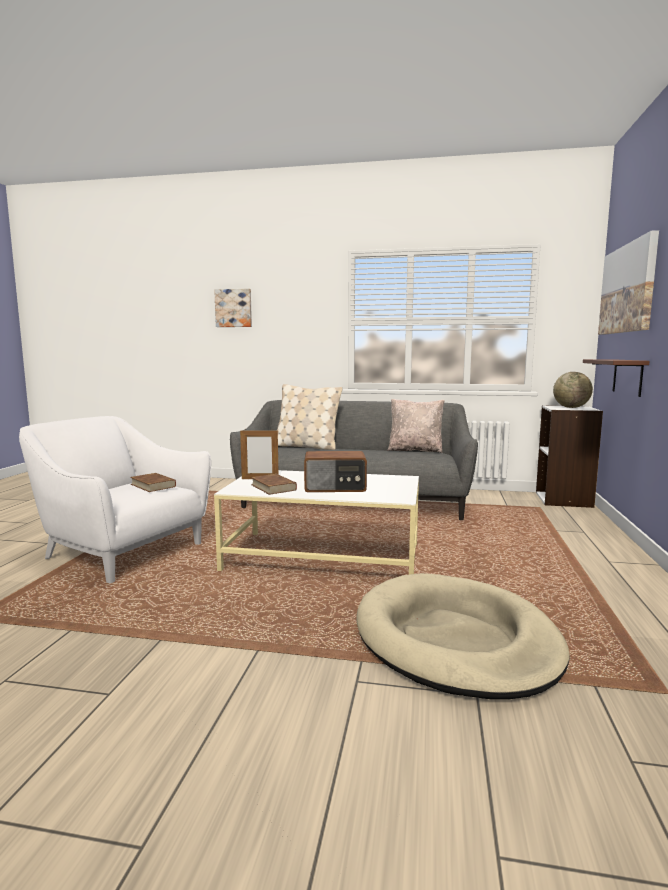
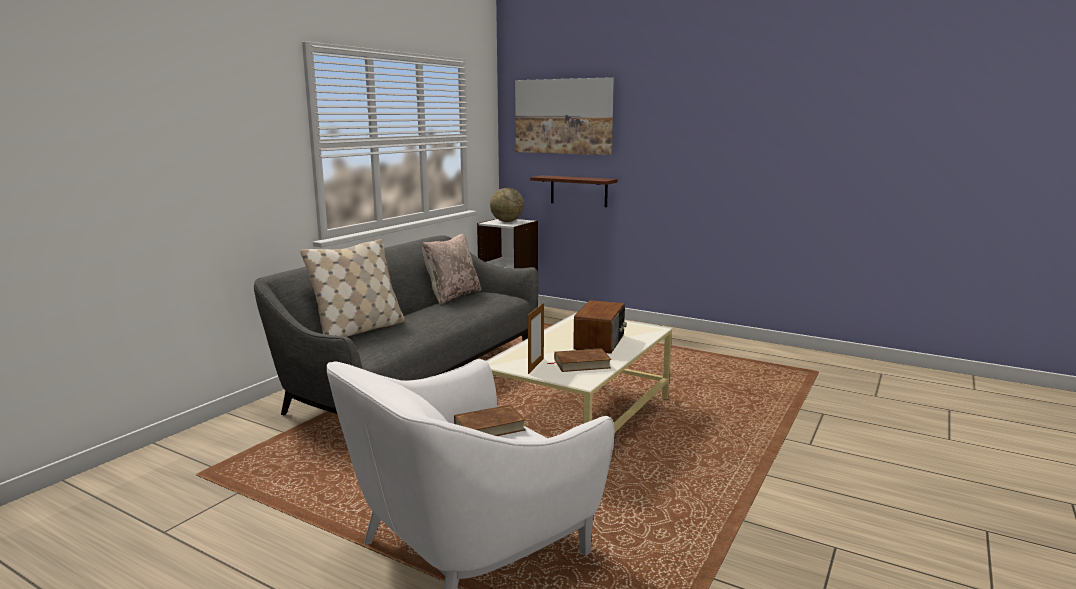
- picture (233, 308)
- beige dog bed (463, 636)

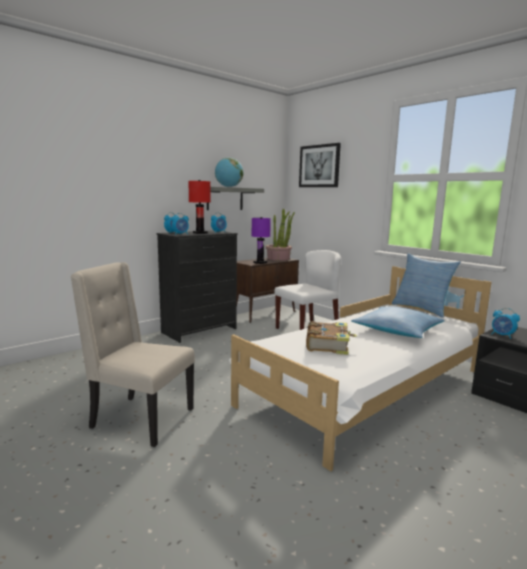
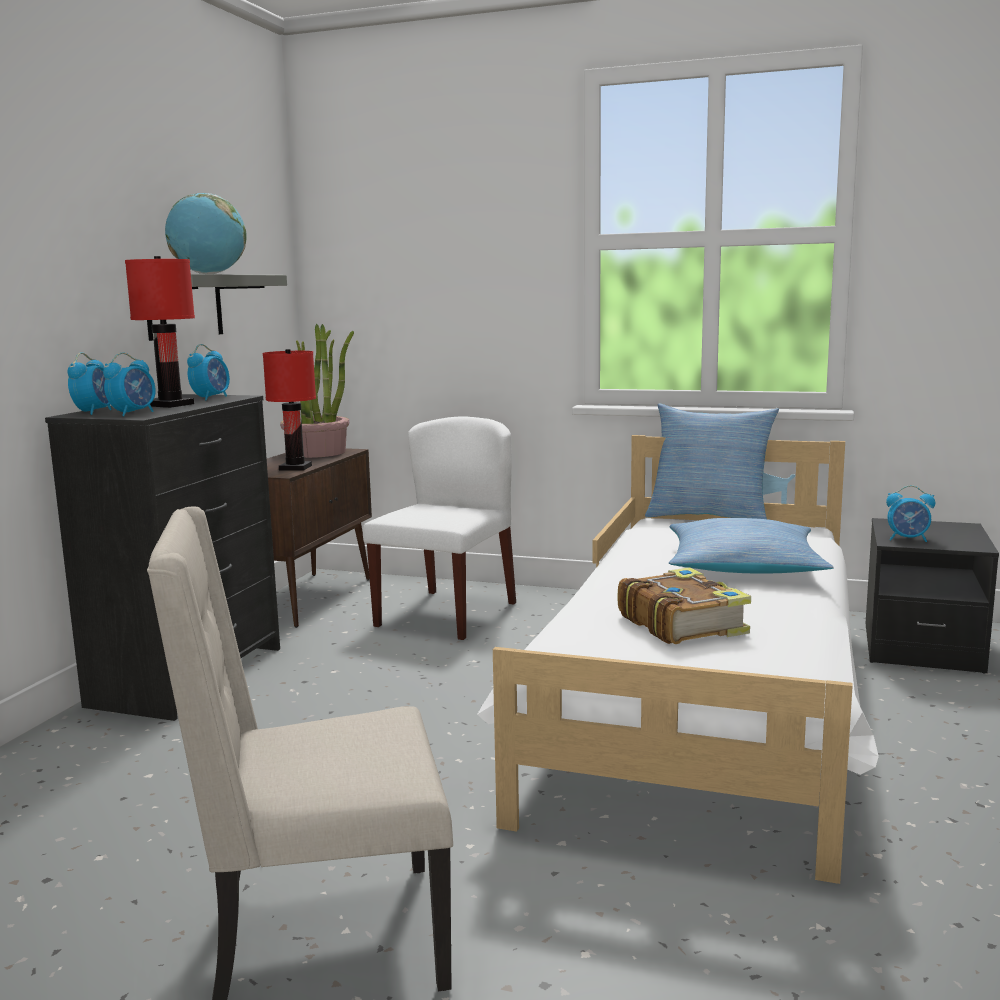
- picture (320, 165)
~ purple table lamp (261, 240) to red table lamp (289, 410)

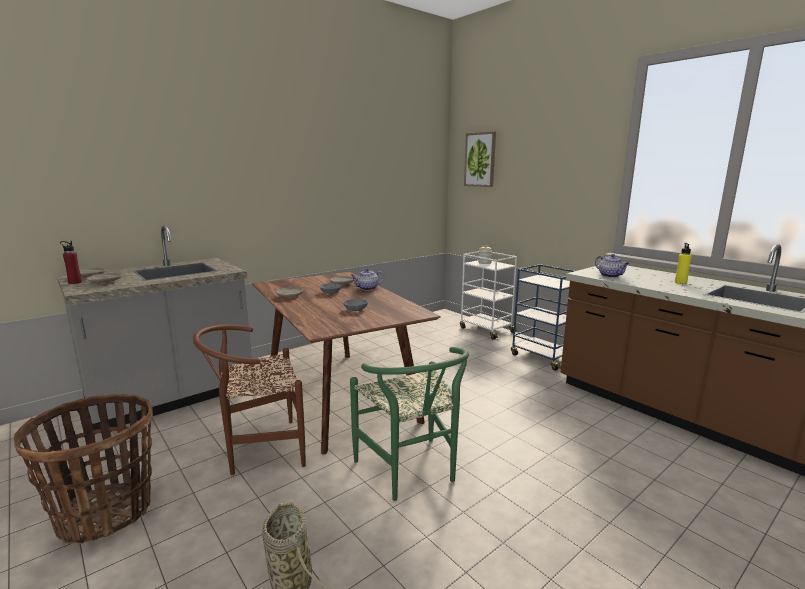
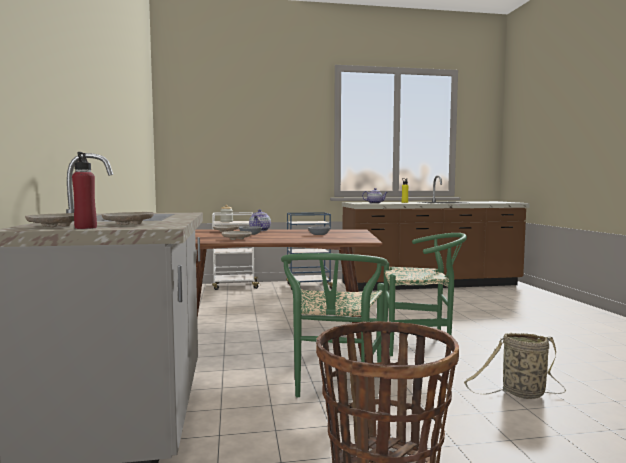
- picture (480, 159)
~ brown chair (249, 399) to green chair (334, 325)

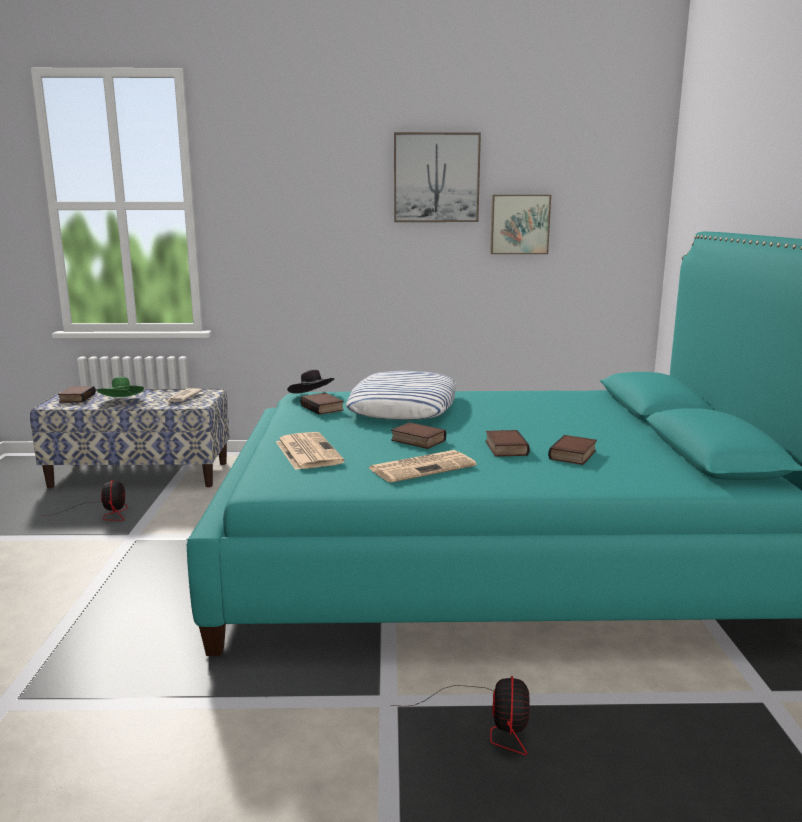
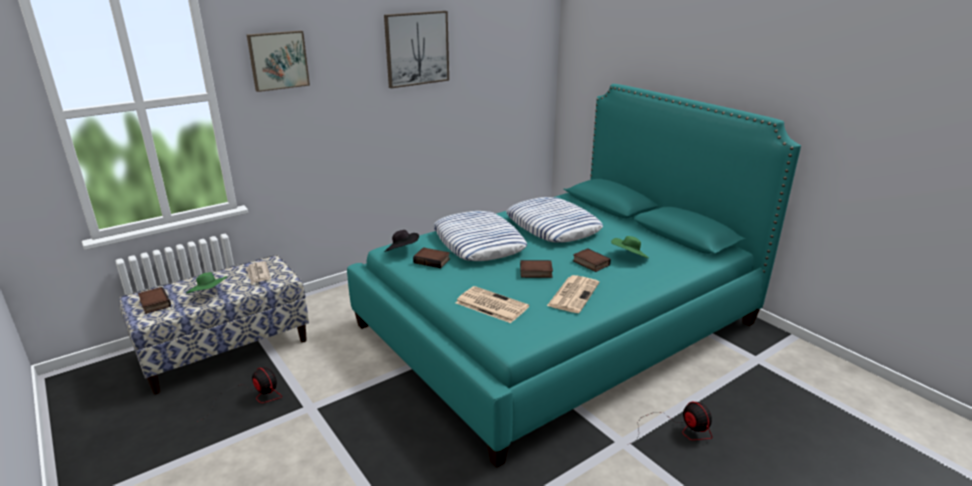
+ pillow (554, 220)
~ picture (520, 224) to (278, 61)
~ book (572, 450) to green hat (630, 247)

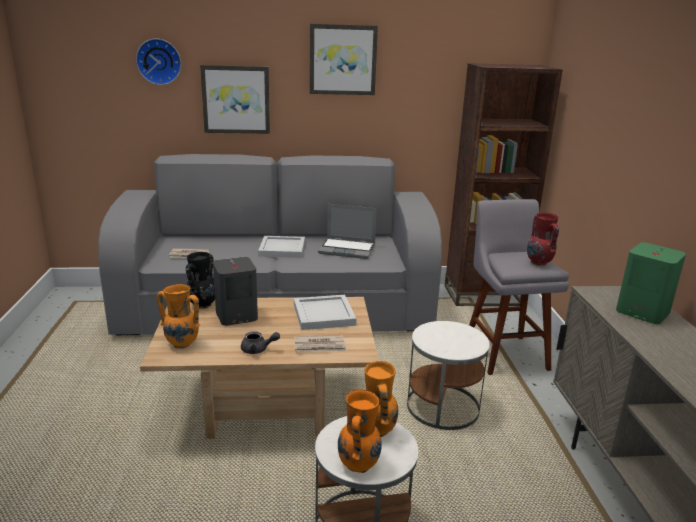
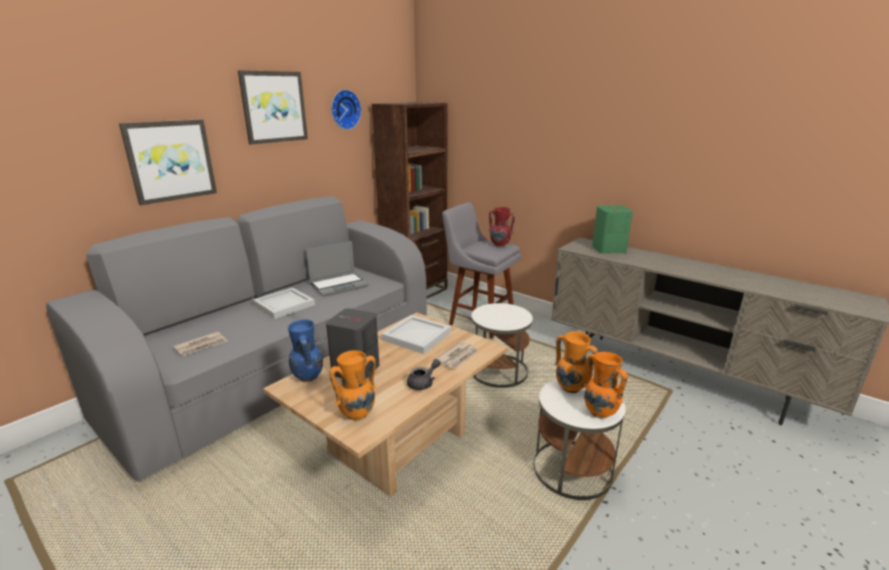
~ wall clock (158, 62) to (346, 109)
~ black vase (200, 280) to blue vase (305, 350)

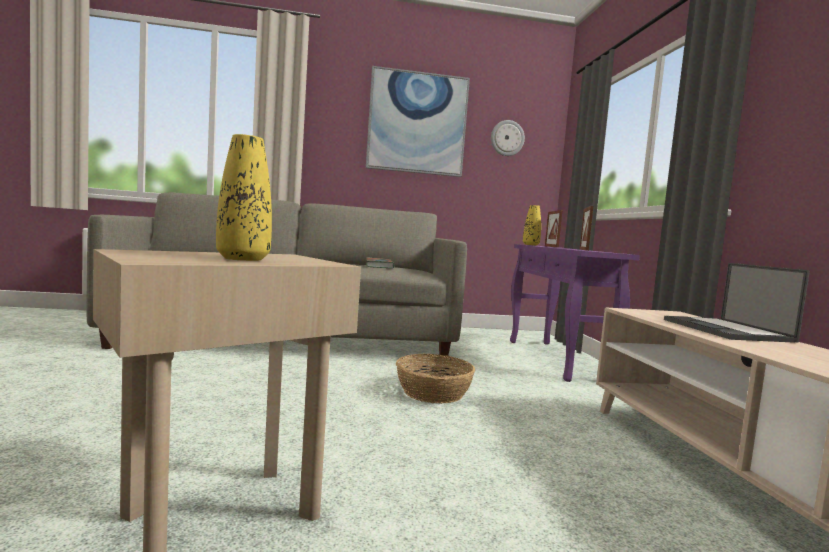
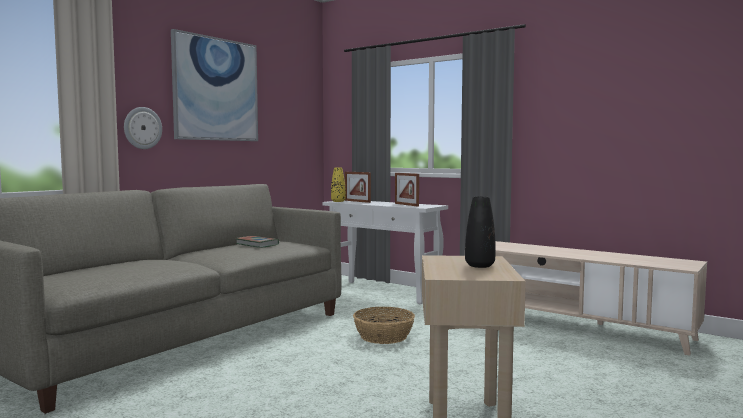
- laptop (737, 303)
~ wall clock (508, 138) to (143, 128)
~ yellow vase (244, 197) to black vase (480, 232)
~ purple console table (575, 313) to white console table (385, 252)

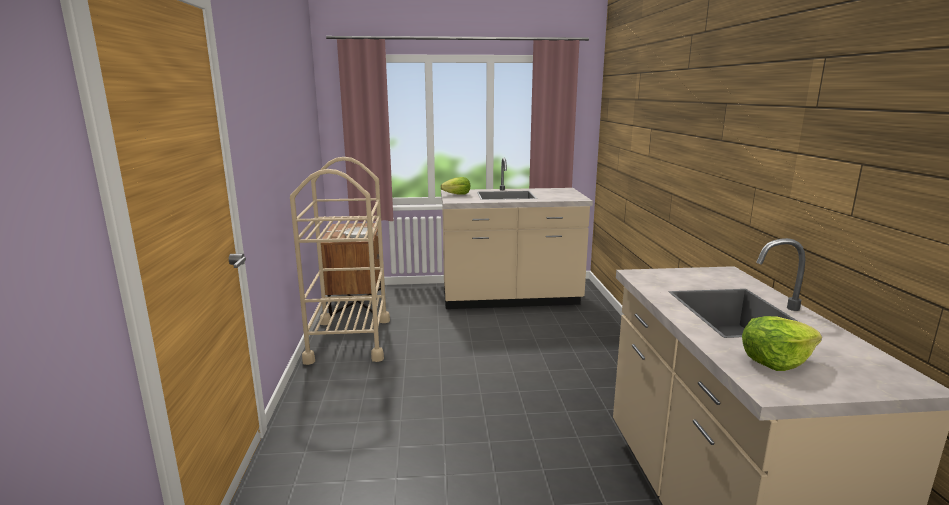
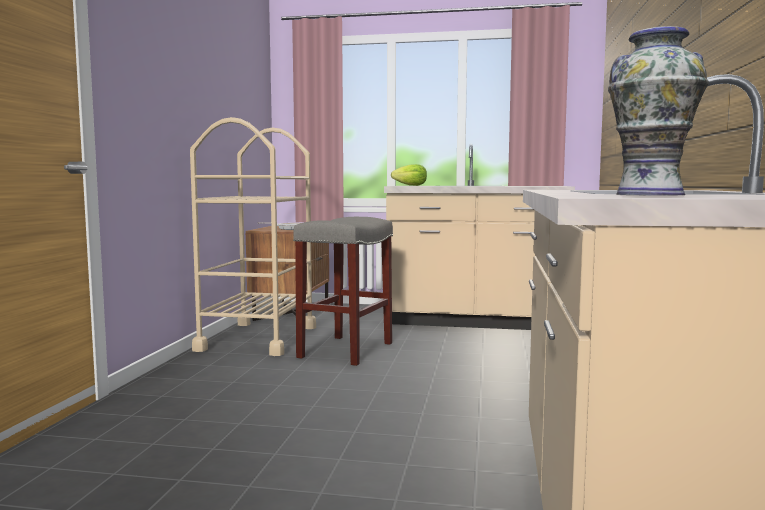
+ grey stool (343, 291)
~ lettuce (782, 343) to vase (658, 111)

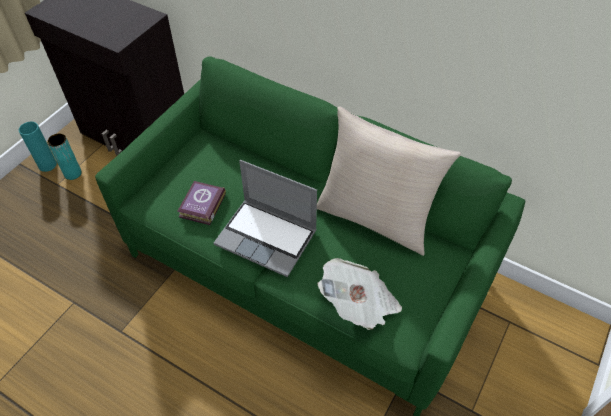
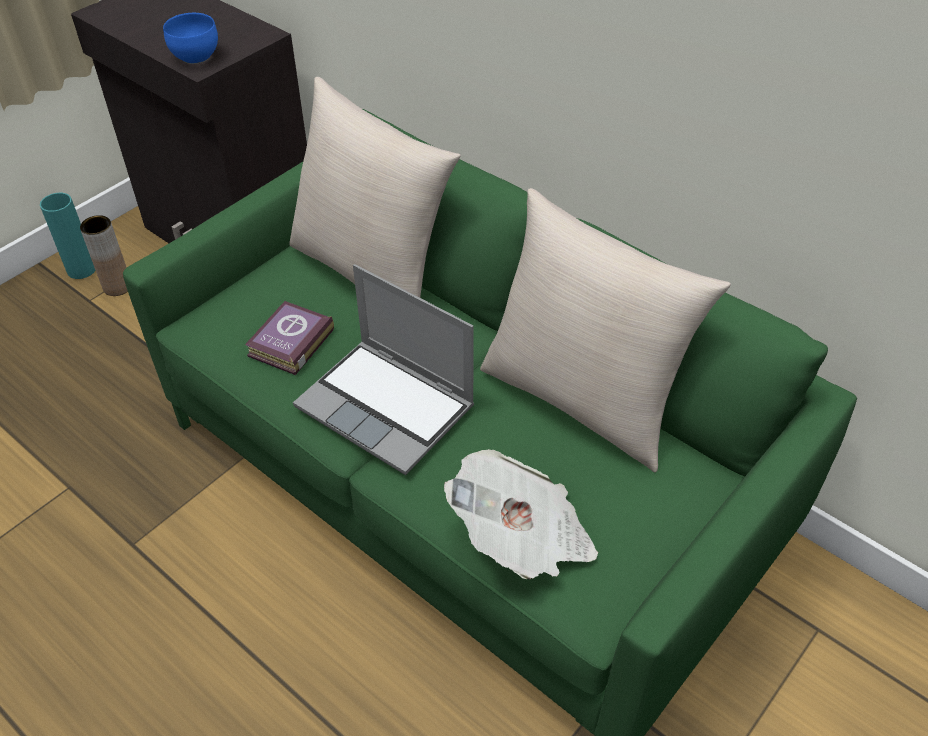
+ blue bowl (190, 38)
+ beige pillow (375, 187)
~ turquoise vase (64, 156) to brown vase (104, 255)

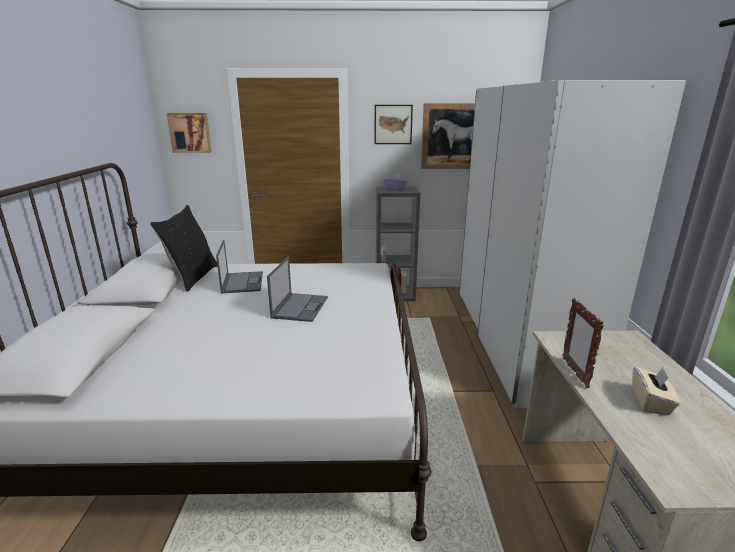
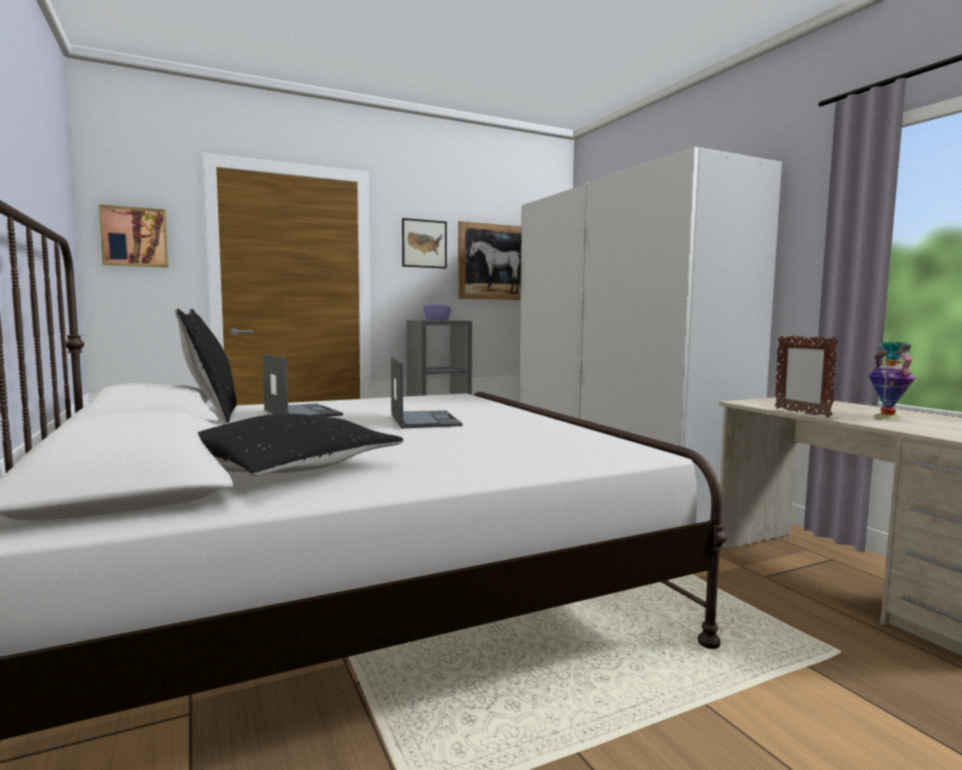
+ black pillow (300, 445)
~ beige tissue box (656, 391) to vase (892, 380)

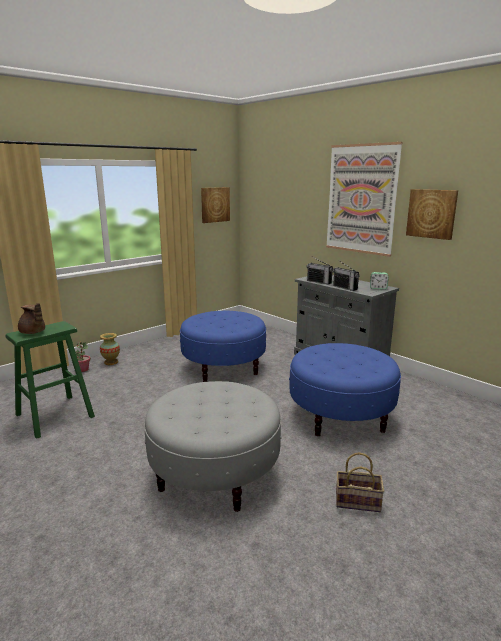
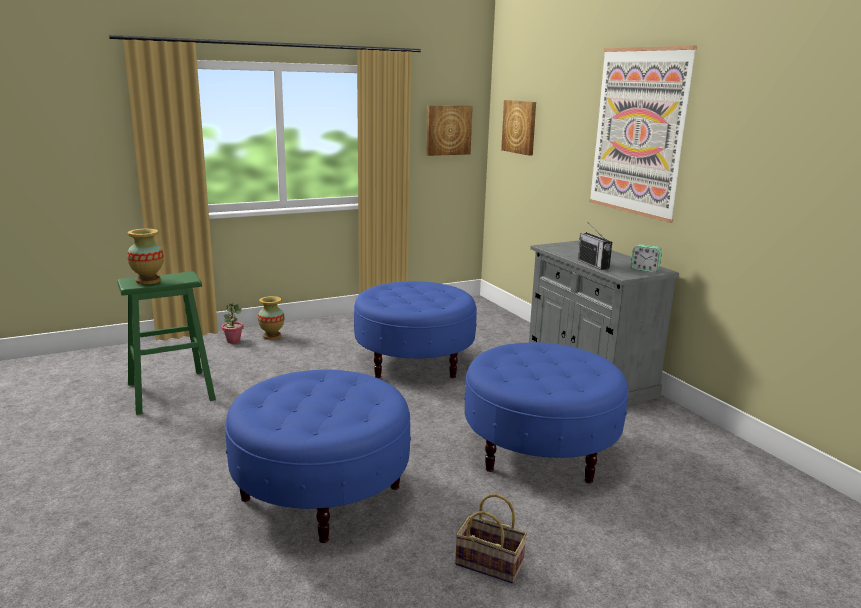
- radio (320, 271)
~ picture (432, 214) to (518, 128)
~ brown teapot (31, 318) to vase (145, 256)
~ grey ottoman (212, 446) to blue ottoman (318, 456)

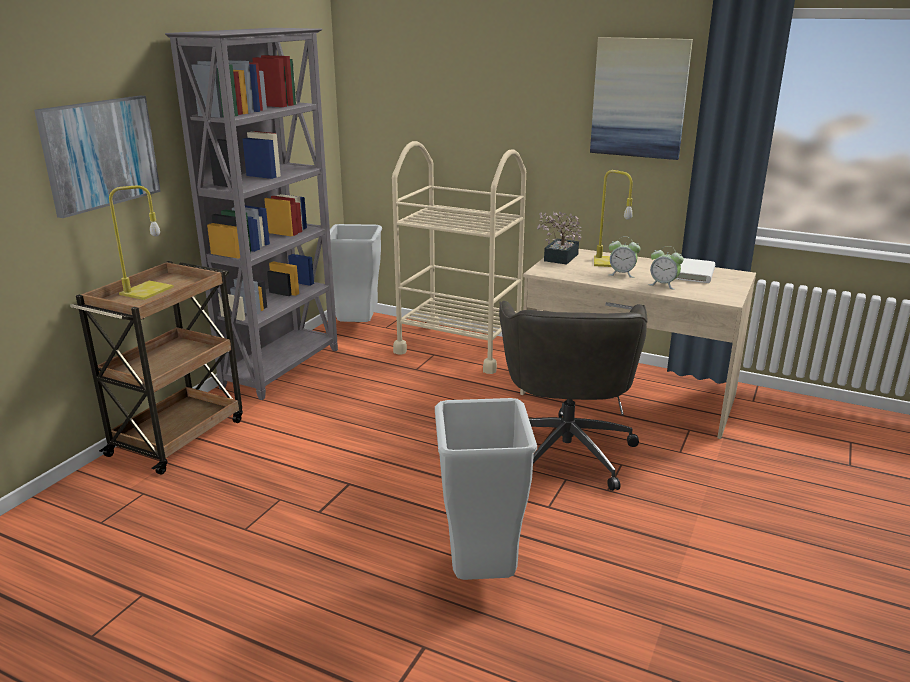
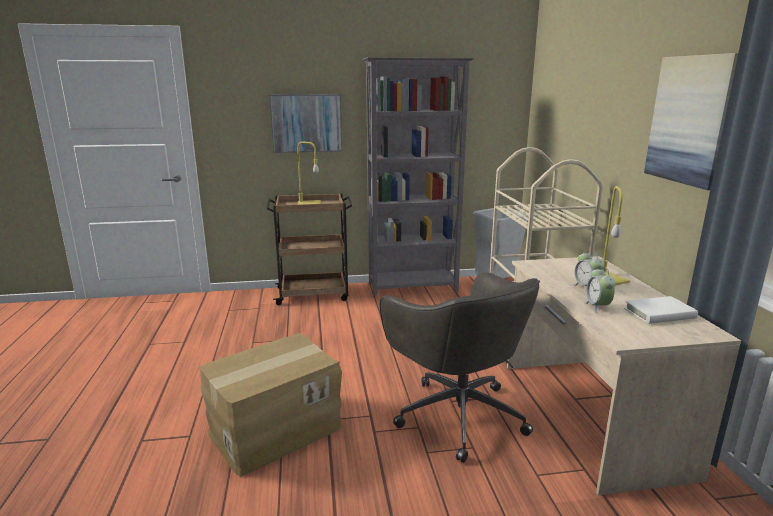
- potted plant (559, 238)
~ grey trash can (486, 489) to cardboard box (270, 405)
~ grey office chair (573, 396) = (459, 367) 90 degrees counterclockwise

